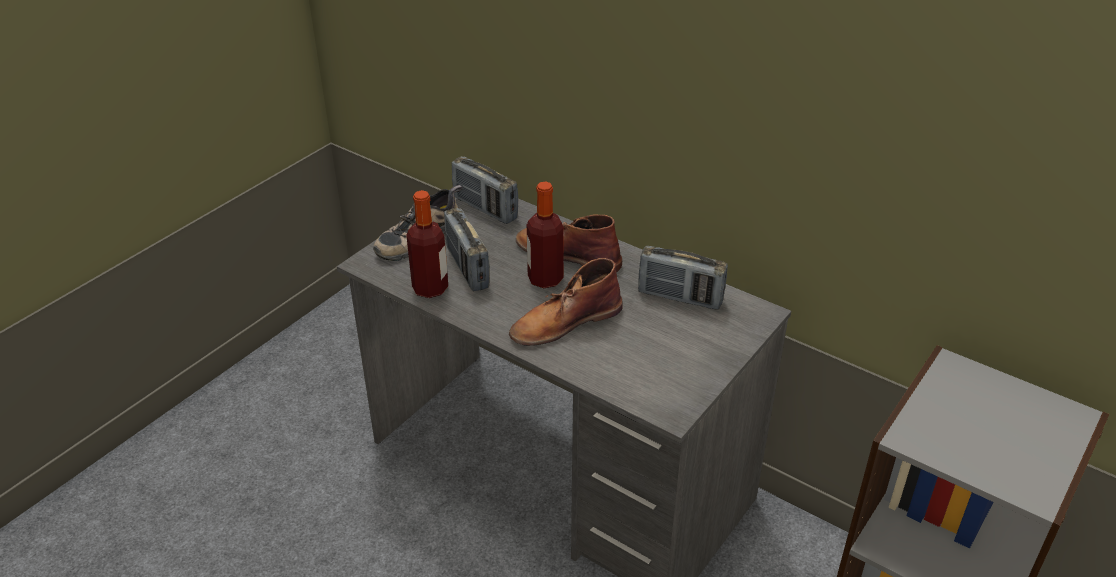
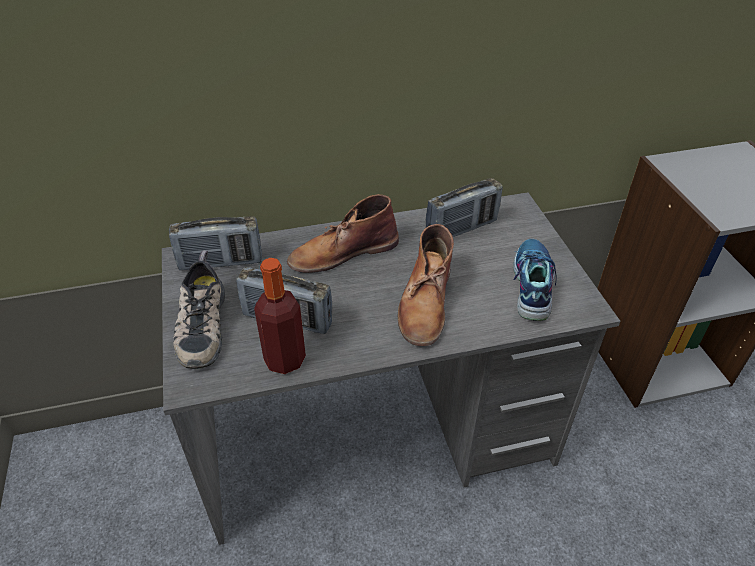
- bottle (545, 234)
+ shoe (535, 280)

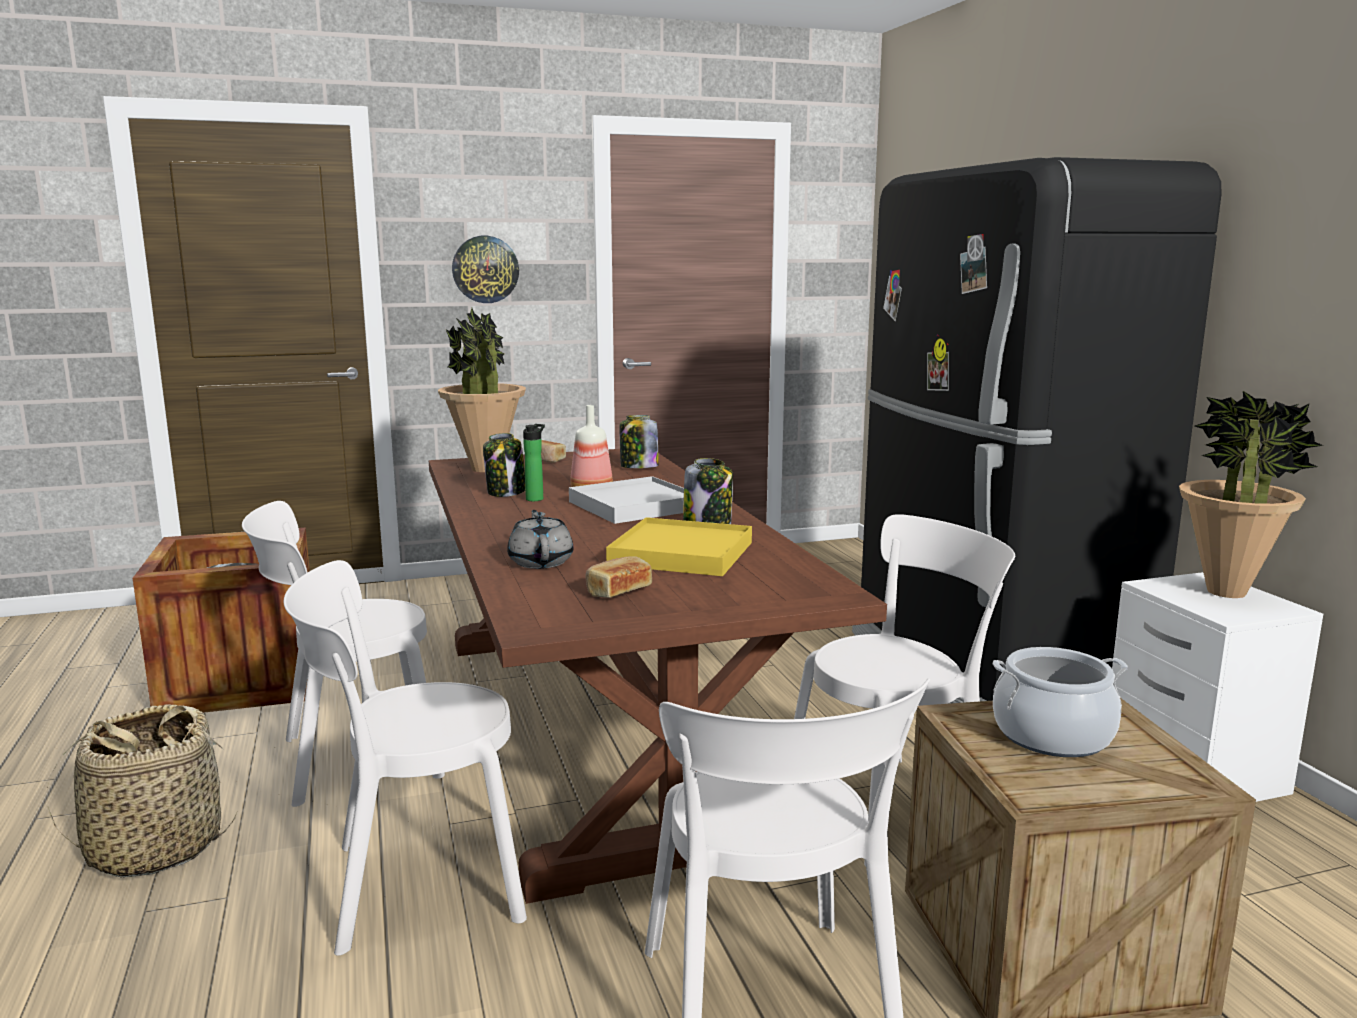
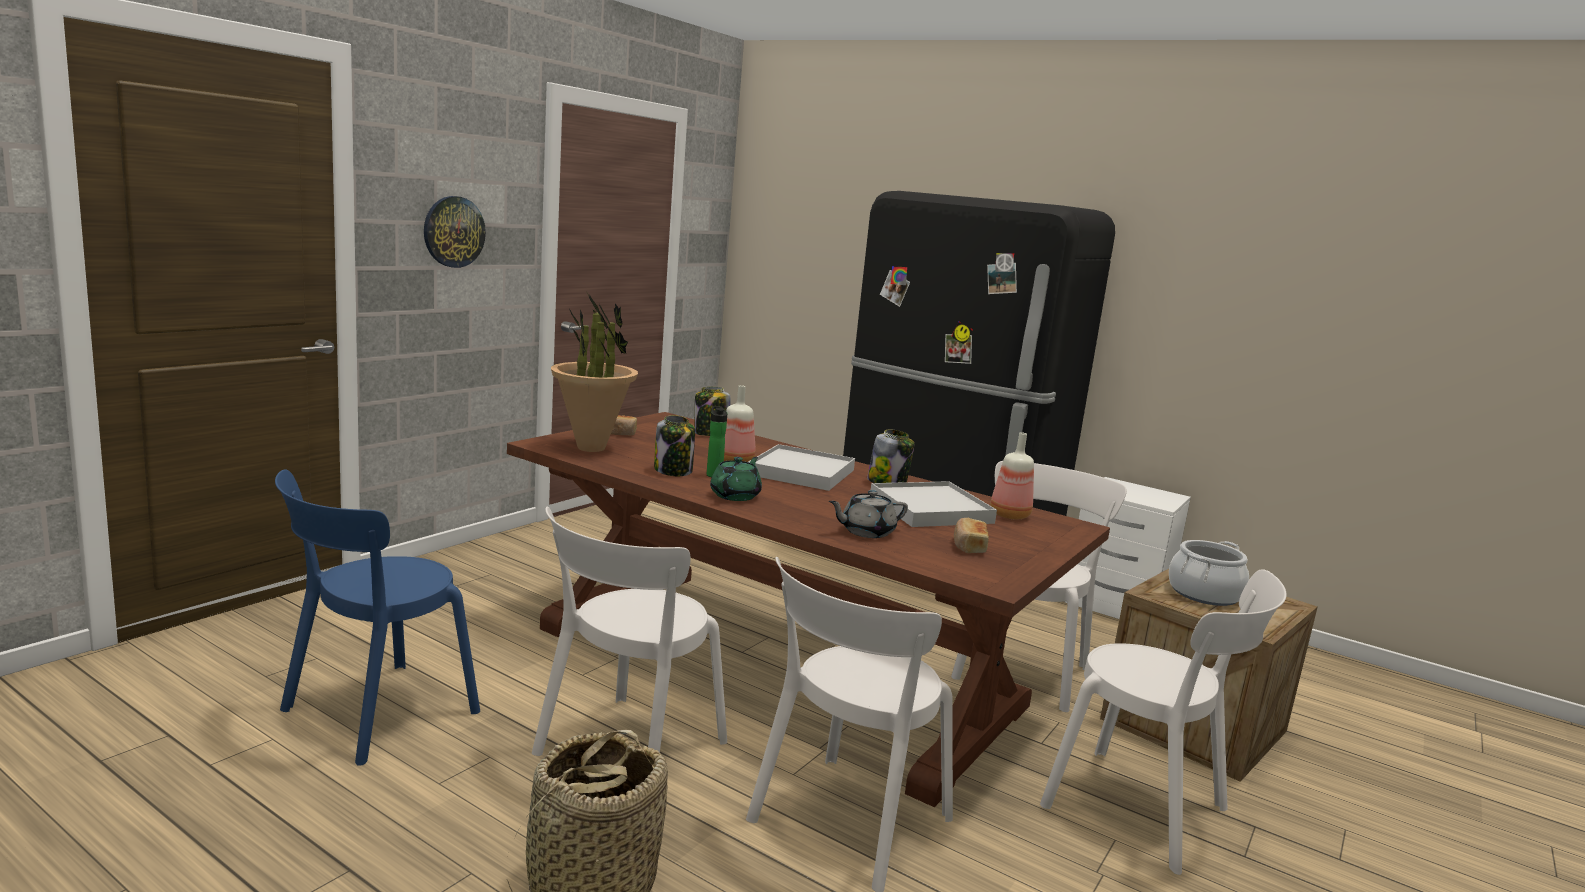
- potted plant (1251, 494)
+ green teapot (736, 479)
+ bottle (1012, 475)
~ crate (221, 620) to blue chair (377, 617)
~ yellow tray (679, 546) to white tray (934, 504)
~ grey teapot (540, 539) = (868, 514) 60 degrees counterclockwise

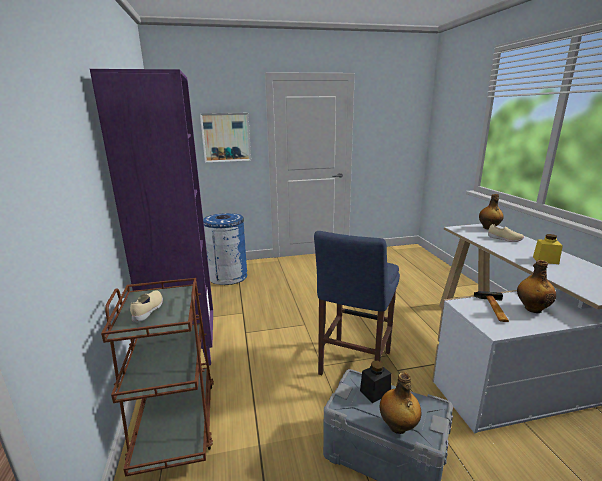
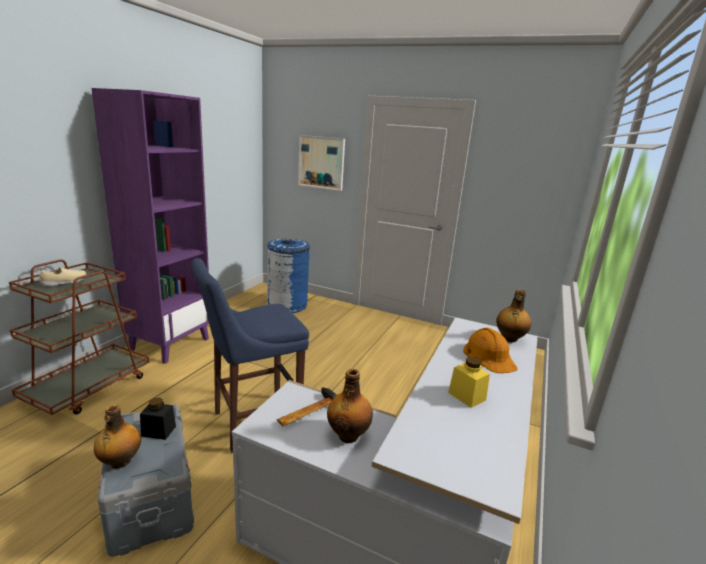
~ beige shoe (506, 233) to orange hard hat (490, 350)

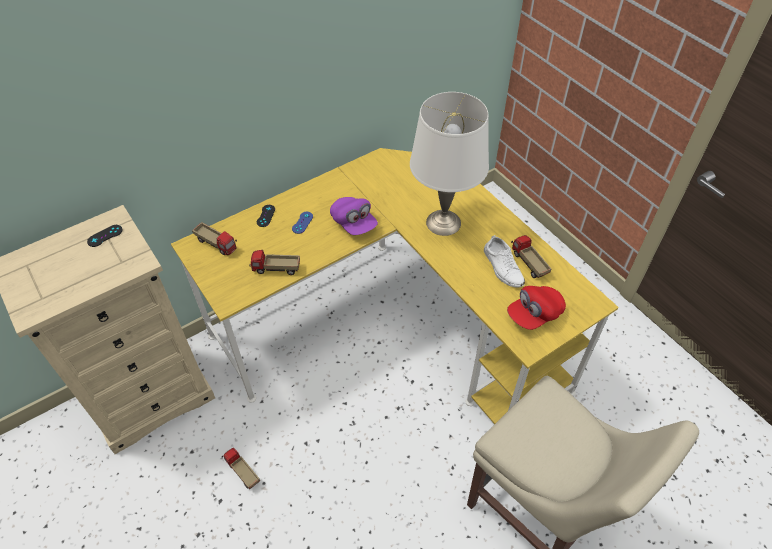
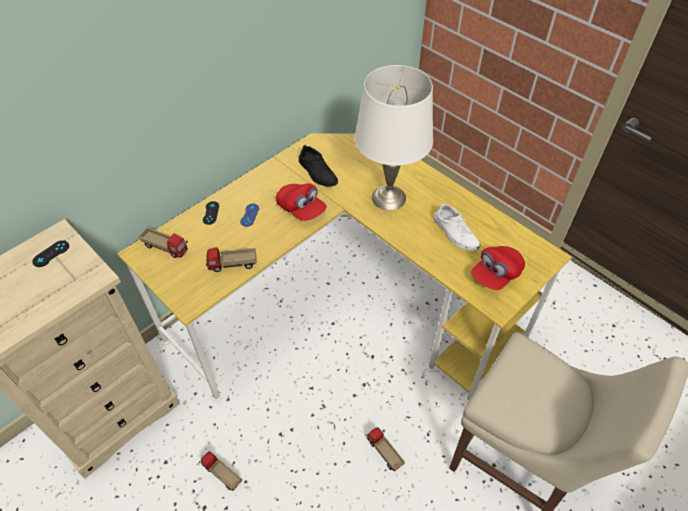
+ black shoe (318, 165)
~ toy truck (531, 256) to (385, 449)
~ purple cap (354, 216) to red cap (301, 202)

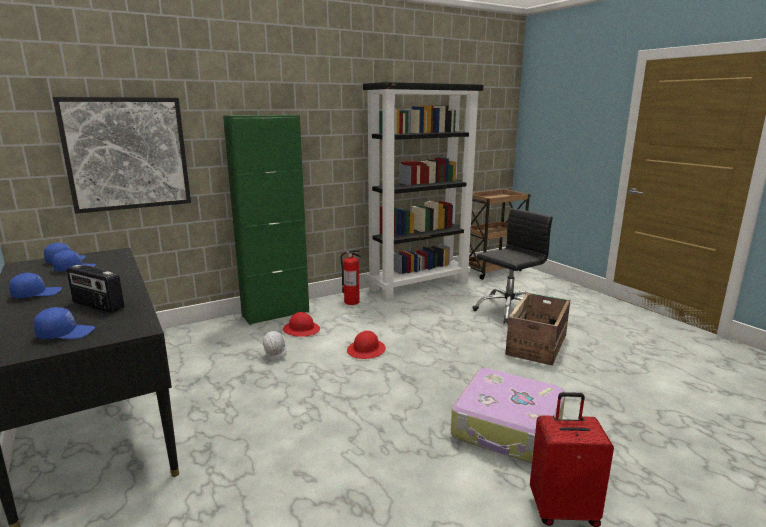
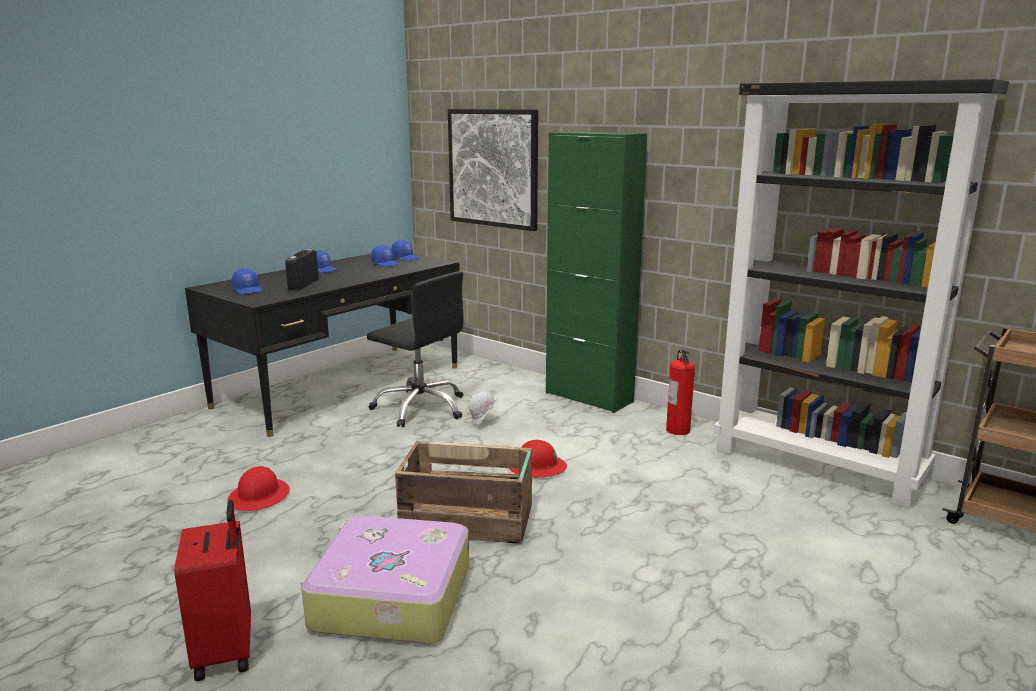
~ red hard hat (301, 324) to (259, 488)
~ black office chair (512, 266) to (415, 349)
~ crate (537, 329) to (463, 492)

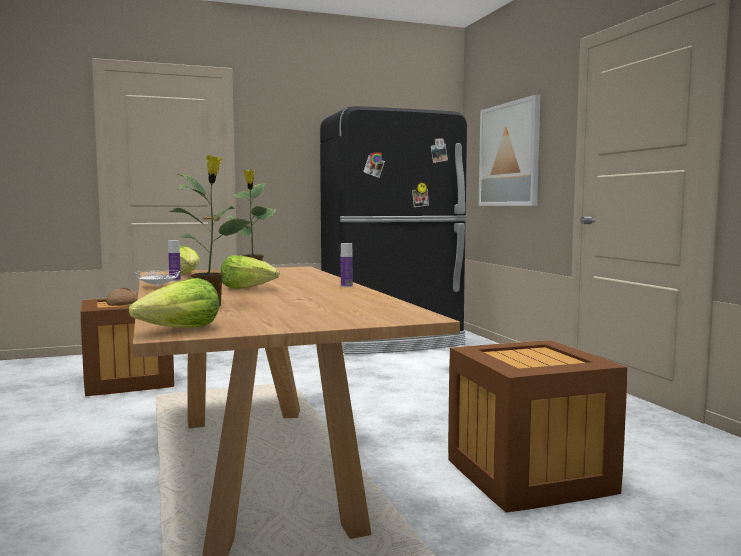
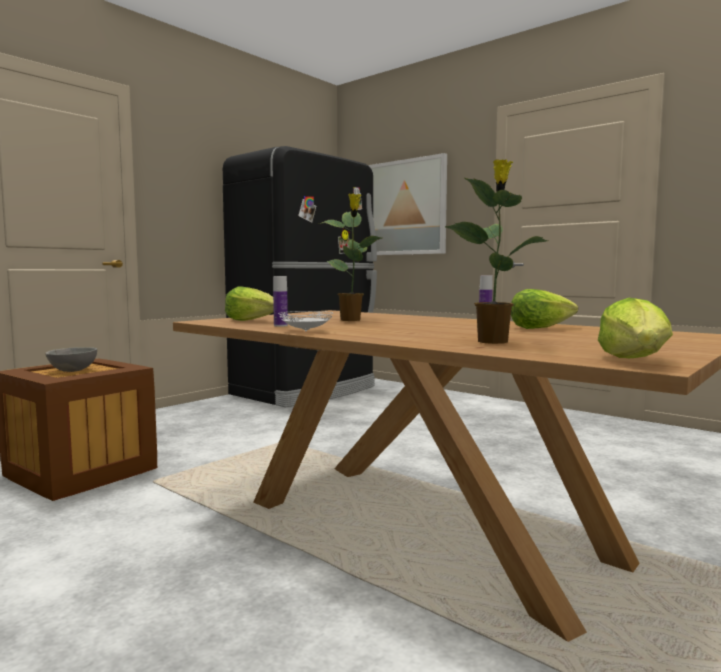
- crate (537, 426)
~ lettuce (249, 272) to (544, 309)
~ bread (122, 297) to grey bowl (71, 359)

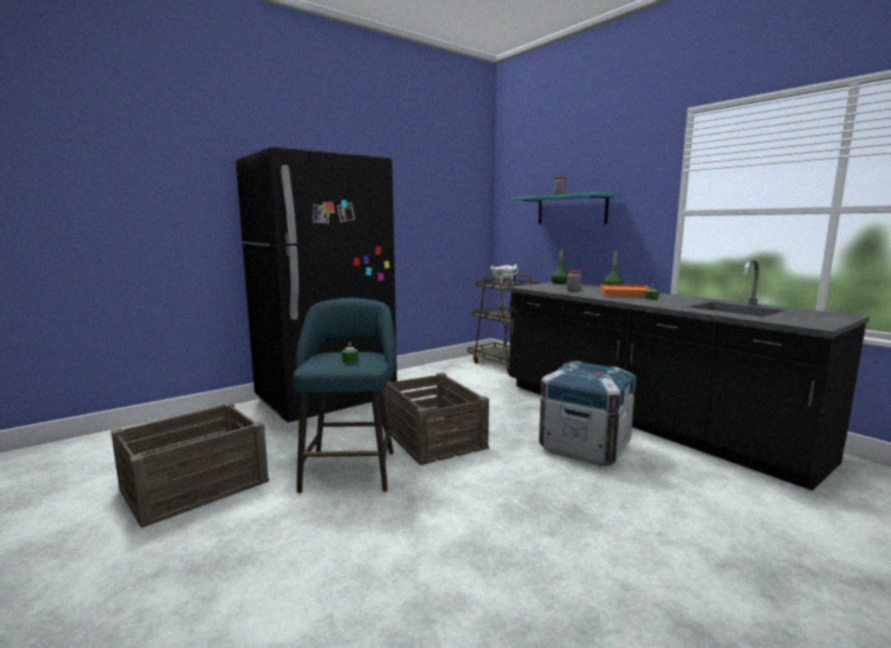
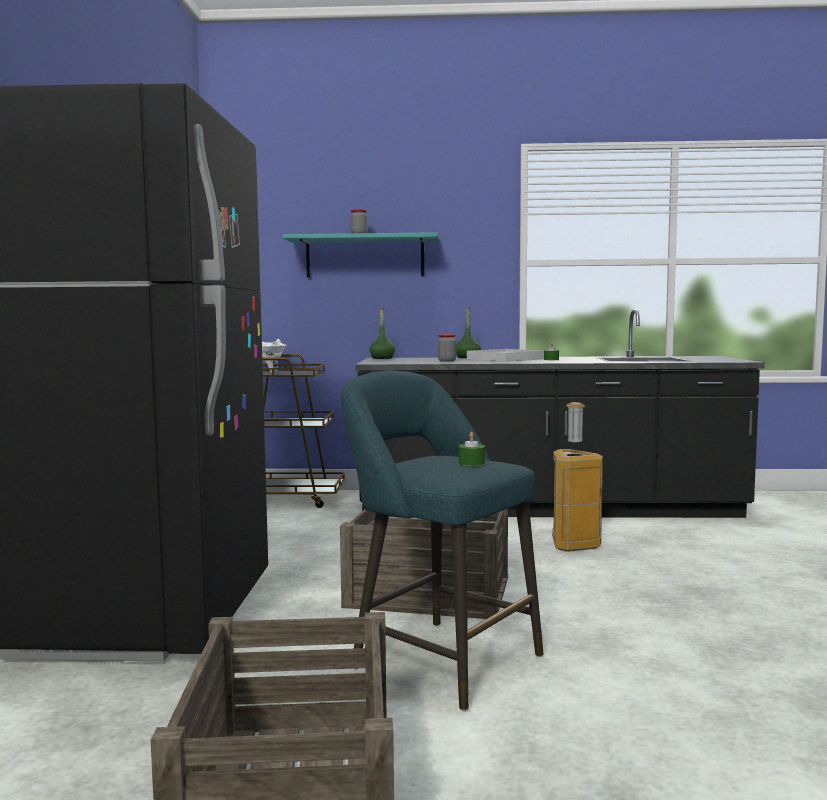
~ crate (587, 413) to trash can (577, 477)
~ orange tray (625, 290) to white tray (505, 355)

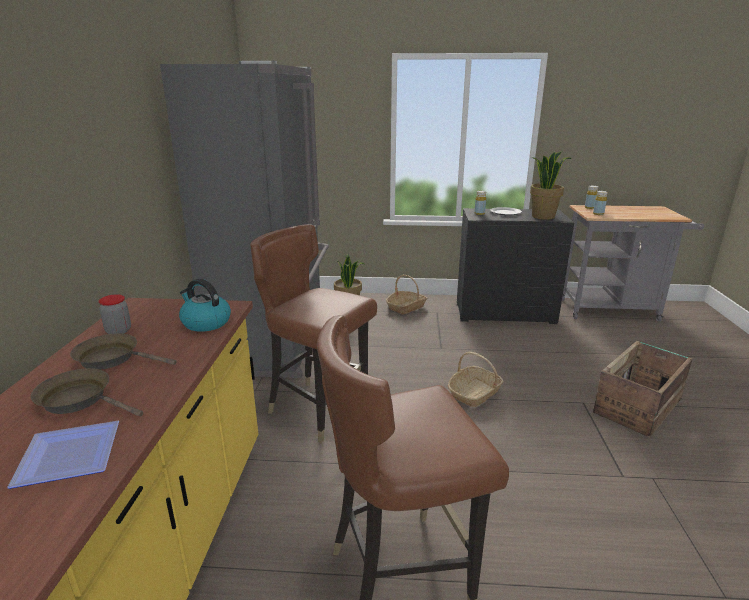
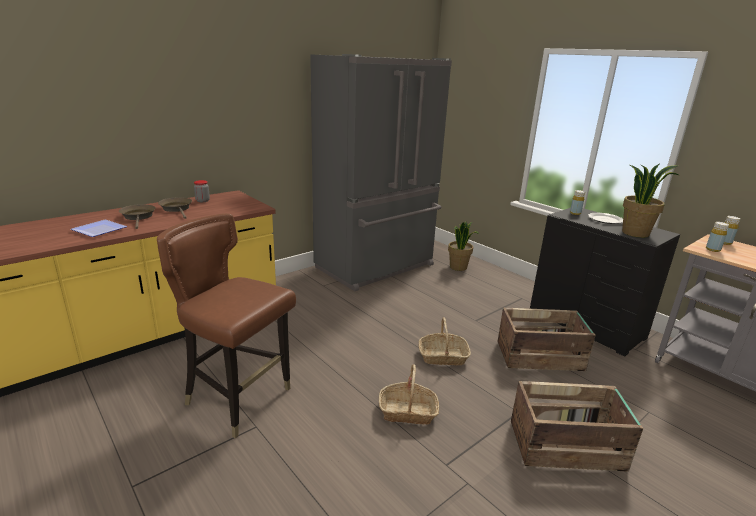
- kettle (205, 305)
- brown chair (313, 333)
+ crate (546, 339)
~ basket (407, 295) to (409, 394)

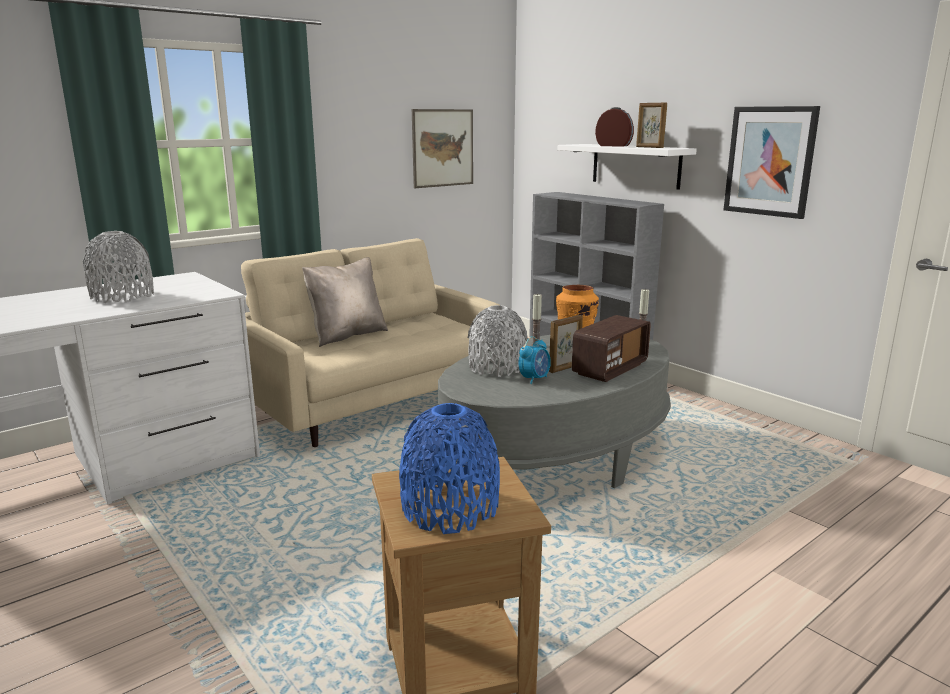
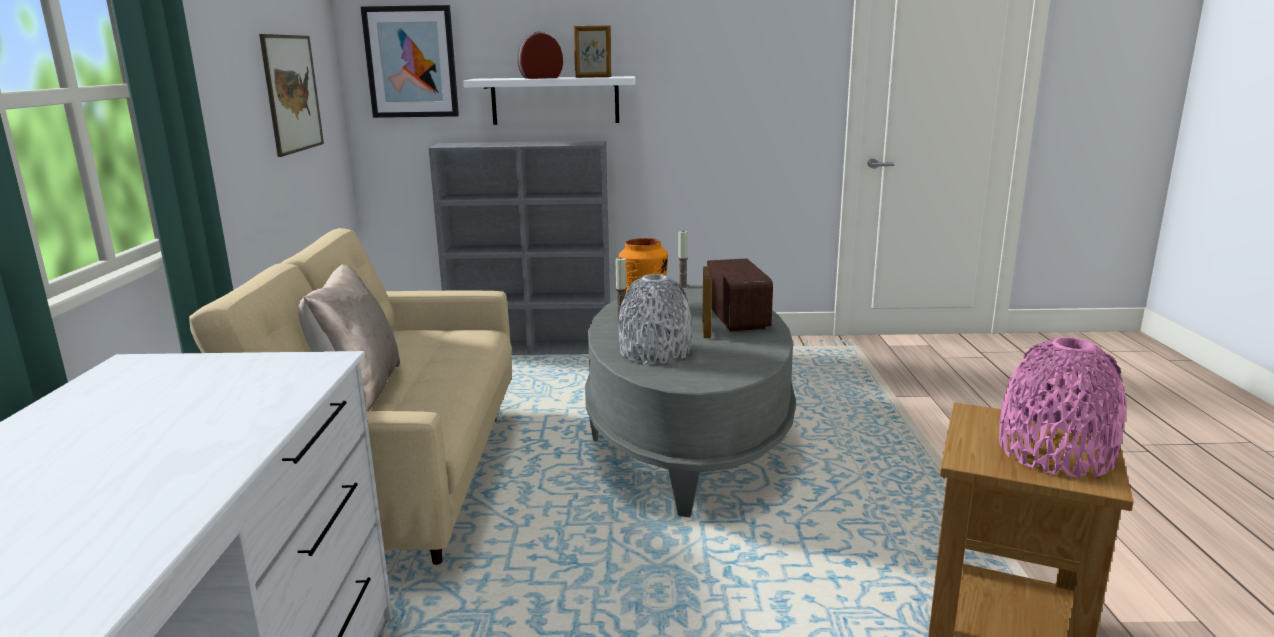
- grey vase (118, 267)
- alarm clock (535, 360)
~ picture (771, 162) to (409, 61)
~ blue vase (449, 468) to pink vase (1062, 407)

